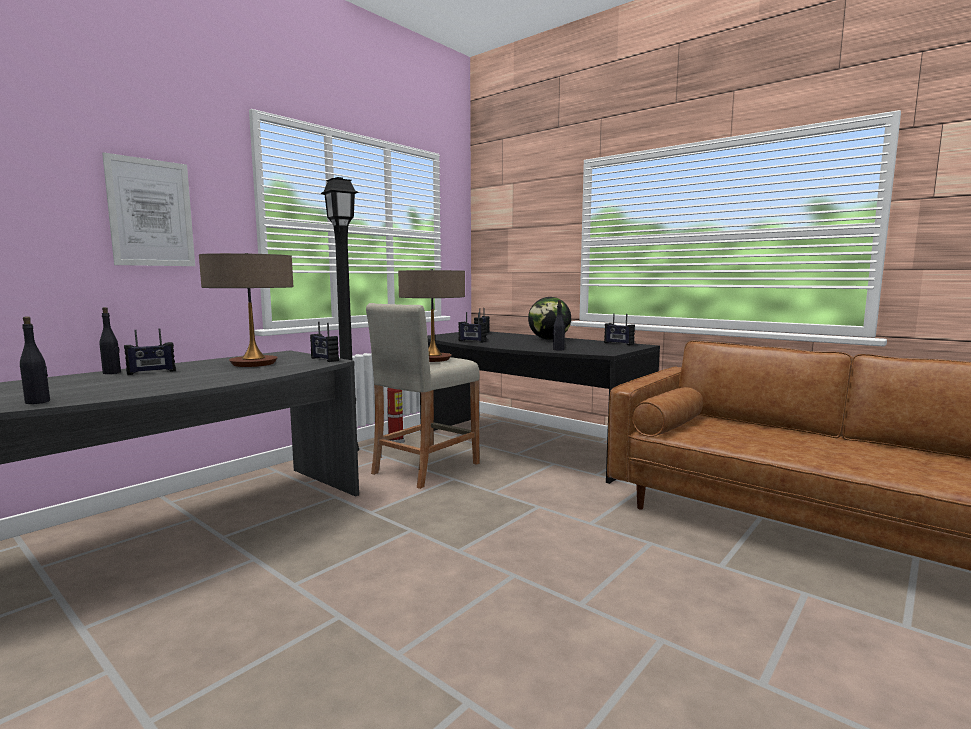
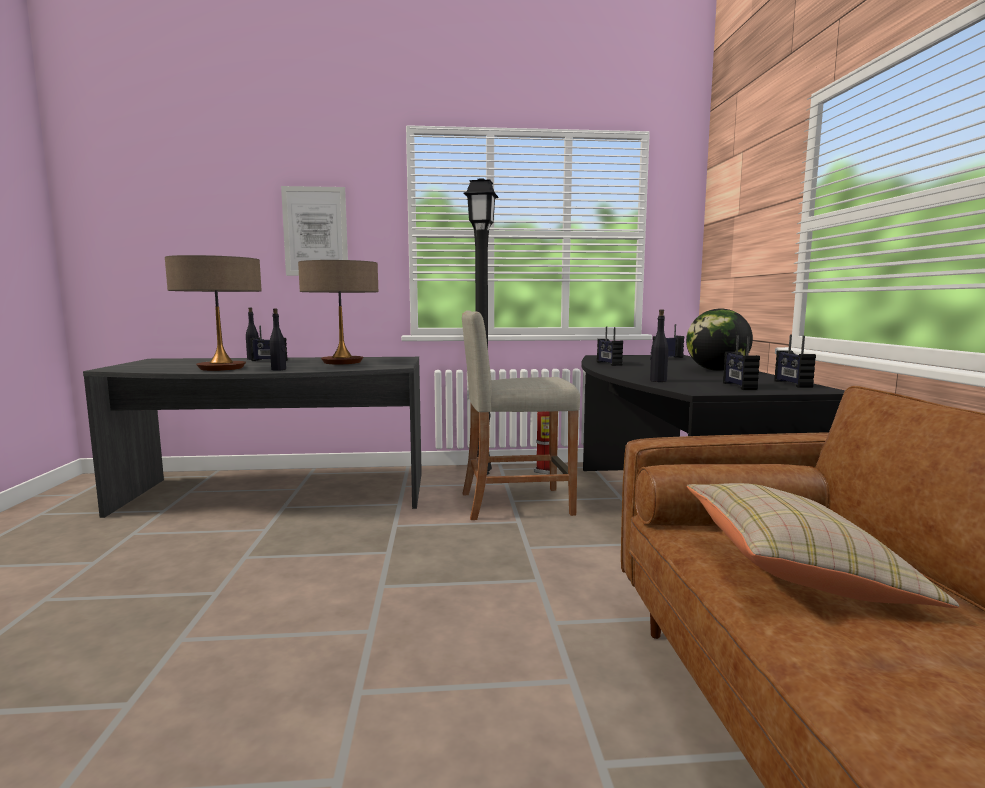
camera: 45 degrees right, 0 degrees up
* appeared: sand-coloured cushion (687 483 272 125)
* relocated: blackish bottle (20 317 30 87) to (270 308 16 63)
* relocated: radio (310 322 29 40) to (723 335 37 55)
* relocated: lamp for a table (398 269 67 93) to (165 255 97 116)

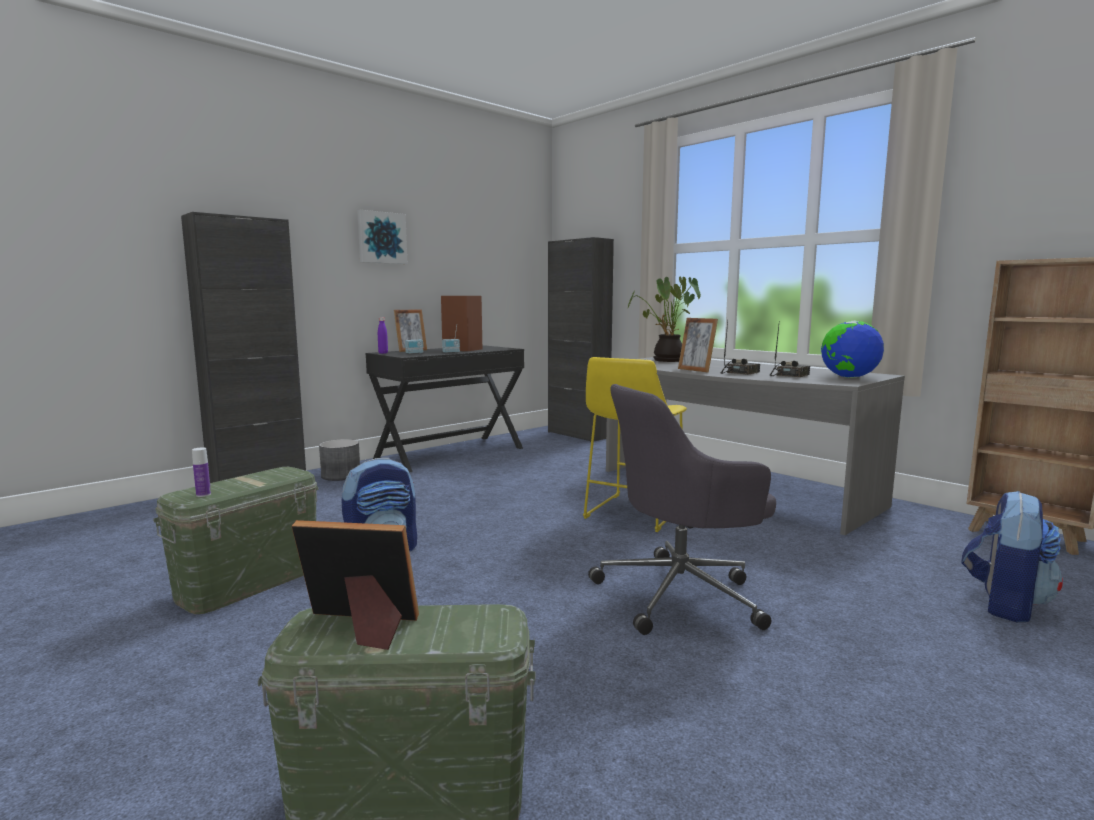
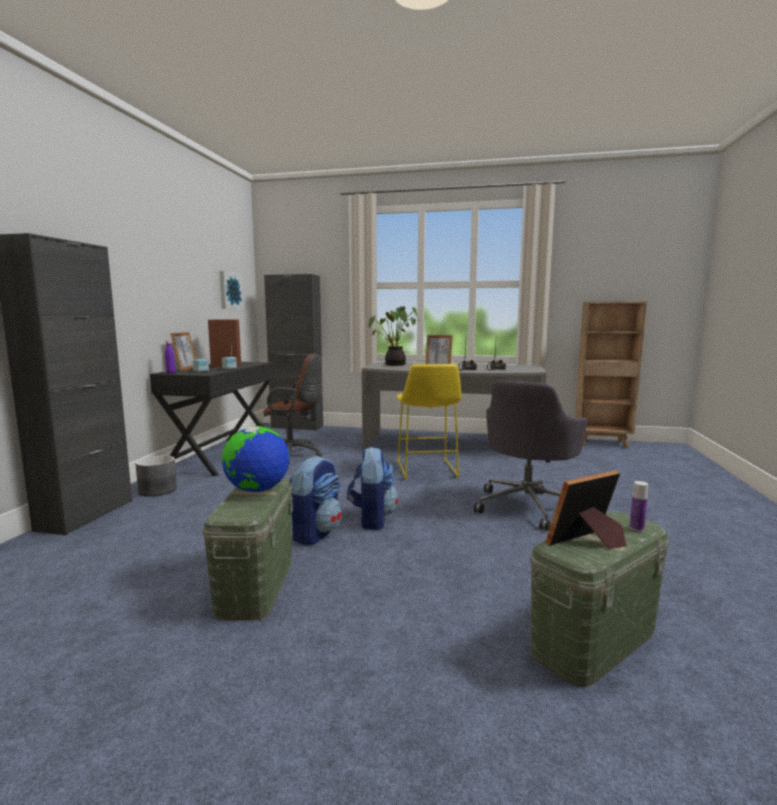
camera: 35 degrees left, 0 degrees up
* appeared: brown-coloured desk chair (263 354 60 110)
* relocated: bottle (192 447 19 50) to (630 481 18 51)
* relocated: picture (357 210 50 54) to (219 271 25 38)
* relocated: globe (821 321 63 57) to (222 426 68 67)
* relocated: backpack (961 490 102 132) to (347 447 51 83)

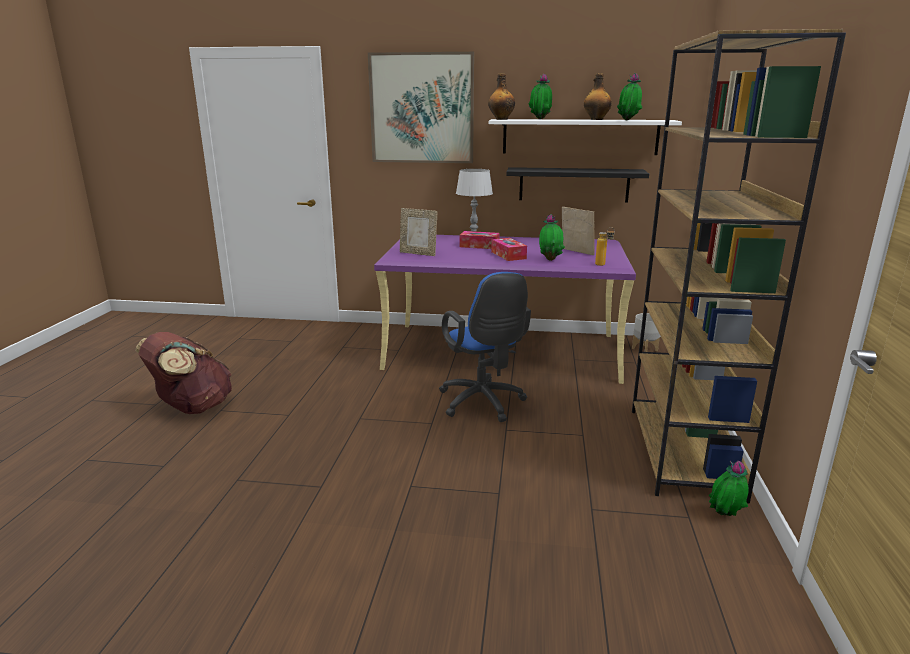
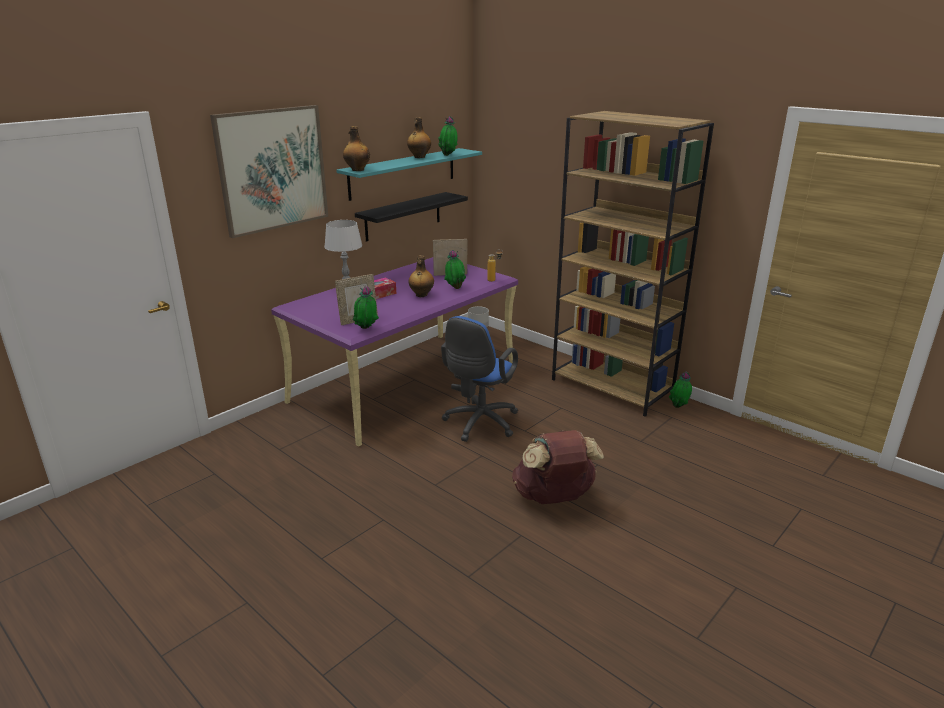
camera: 55 degrees left, 5 degrees up
* relocated: brown-coloured backpack (136 332 96 82) to (512 430 92 74)
* relocated: houseplant (529 74 23 45) to (353 286 26 43)
* exchanged: tissue box (491 238 36 23) to bottle (408 255 26 42)
* colour: white shelf (489 119 193 36) to blue-green shelf (336 148 146 53)
* spun: bluish desk chair (439 272 92 150) = (441 316 77 126) 105 degrees clockwise

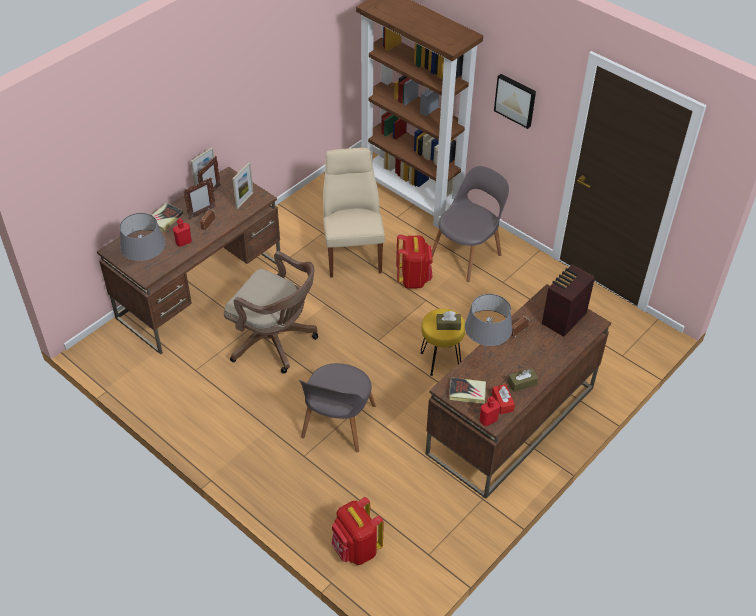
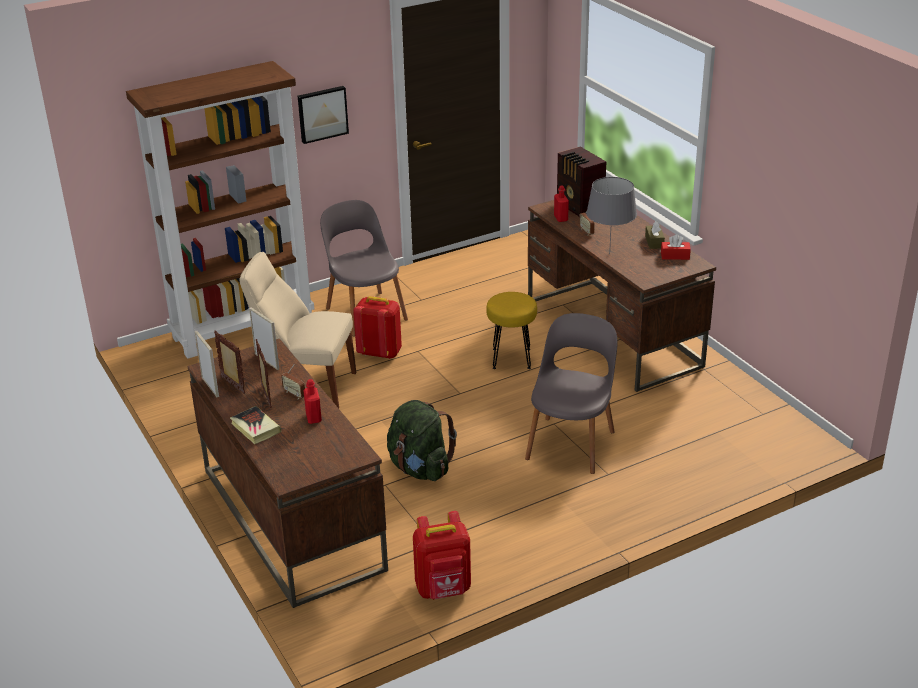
camera: 70 degrees left, 15 degrees down
* missing: grey lamp for a table (120 213 45 60)
* missing: brown-coloured tissue box (436 311 25 19)
* missing: bound book (449 377 37 27)
* relocated: red backpack (332 497 52 68) to (413 511 58 89)
* relocated: red bottle (480 396 20 30) to (554 185 15 37)
* exchanged: brown-coloured desk chair (224 251 94 123) to green backpack (387 400 70 81)
* spun: grey upright chair (299 363 77 89) = (525 313 93 161) 105 degrees counterclockwise

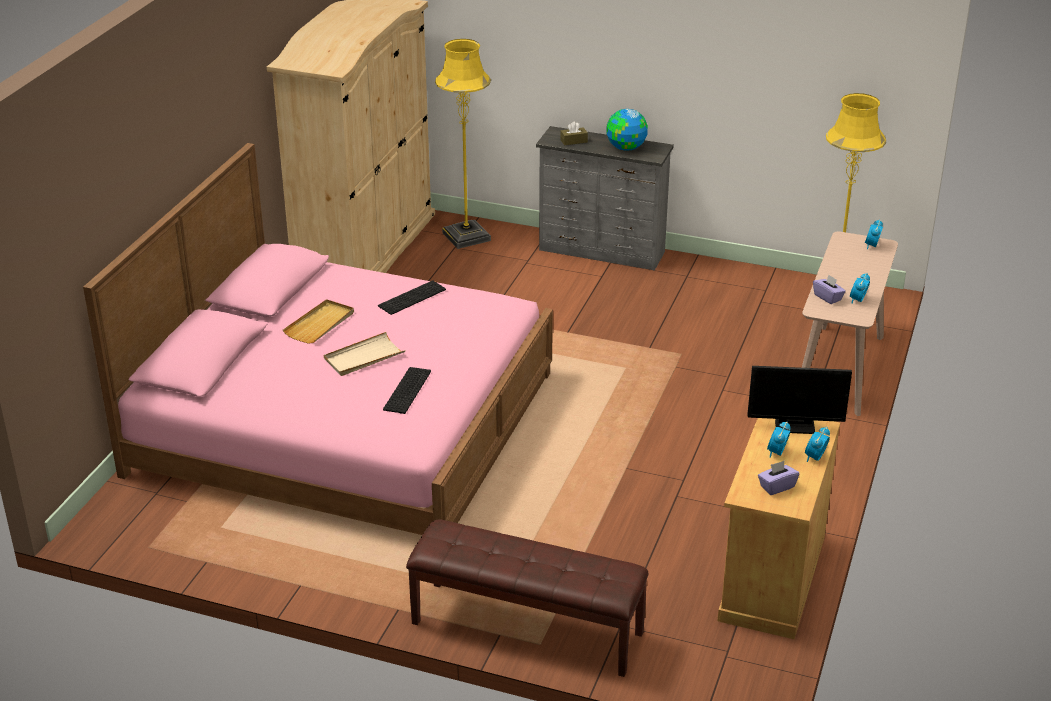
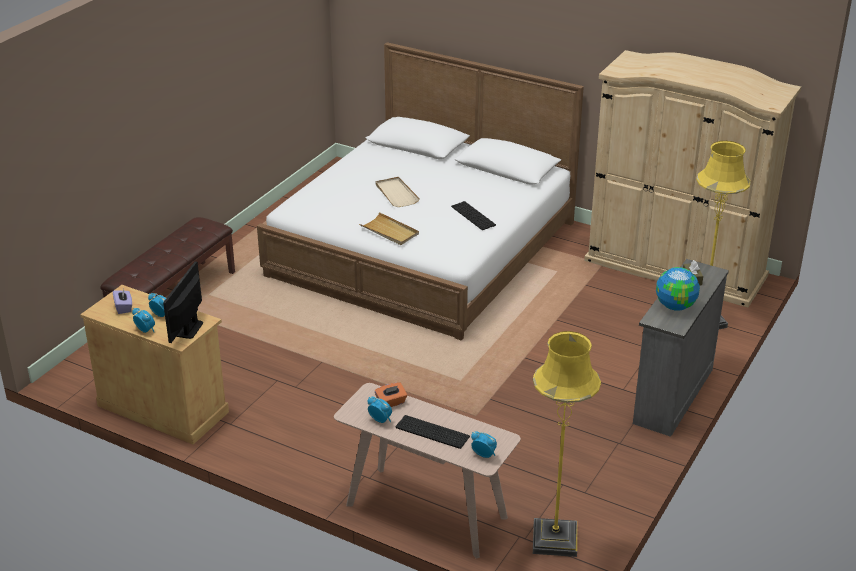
camera: 100 degrees right, 0 degrees up
* relocated: sand-coloured carrying tray (283 299 71 45) to (359 212 60 33)
* relocated: PC keyboard (383 367 48 47) to (396 415 74 34)
* colour: pink bed (83 143 470 392) to white bed (257 42 327 299)
* colour: purple-coloured tissue box (813 275 33 29) to orangey tissue box (375 383 32 24)

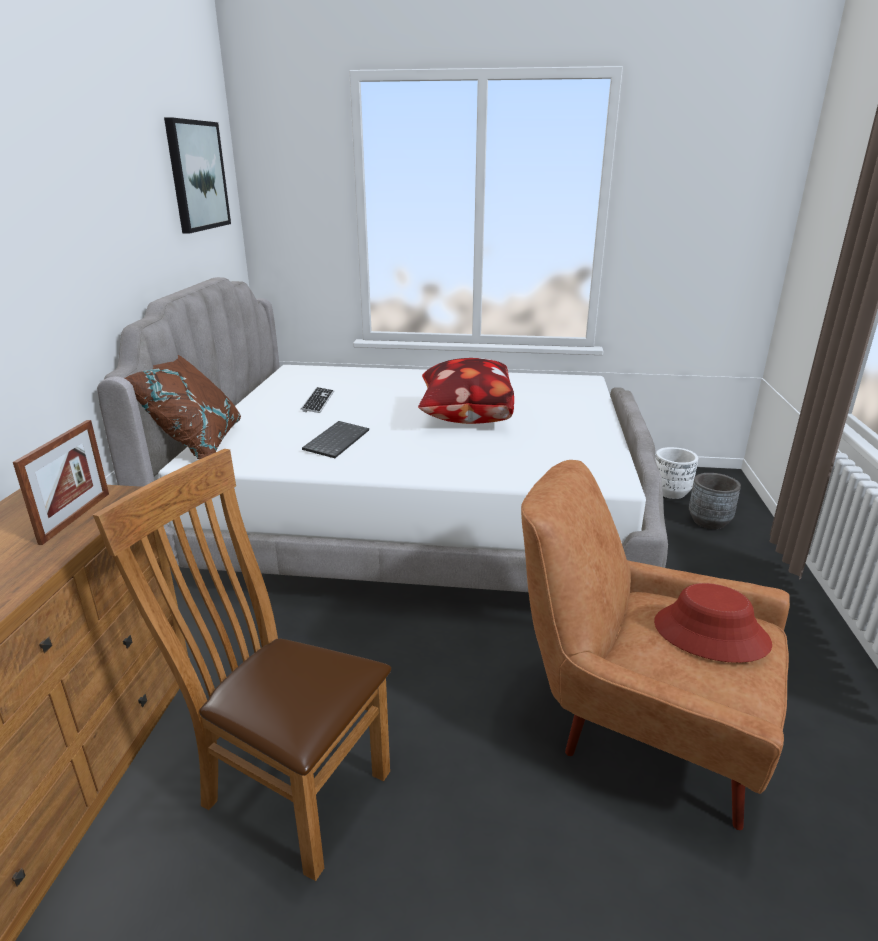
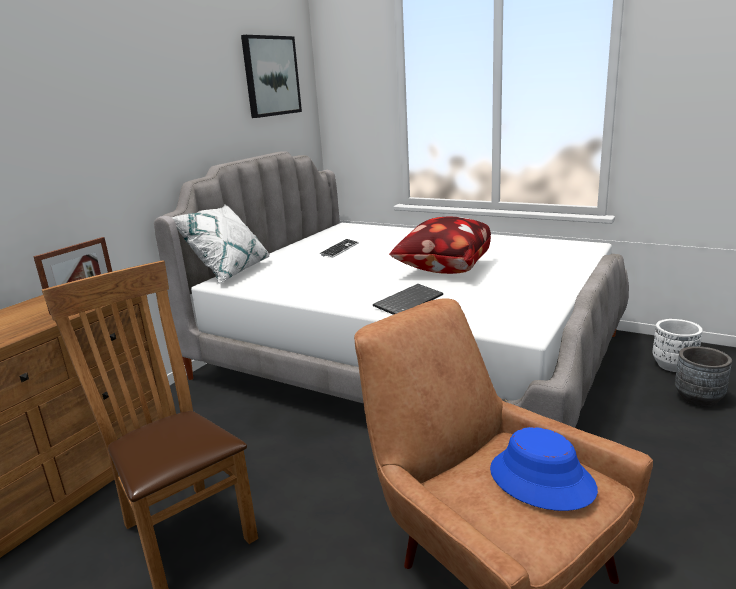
camera: 25 degrees right, 5 degrees down
* relocated: PC keyboard (302 421 67 37) to (373 284 70 31)
* colour: brown-coloured cushion (124 355 117 104) to white cushion (171 204 98 80)
* colour: red hat (654 583 118 80) to bluish hat (490 427 108 84)

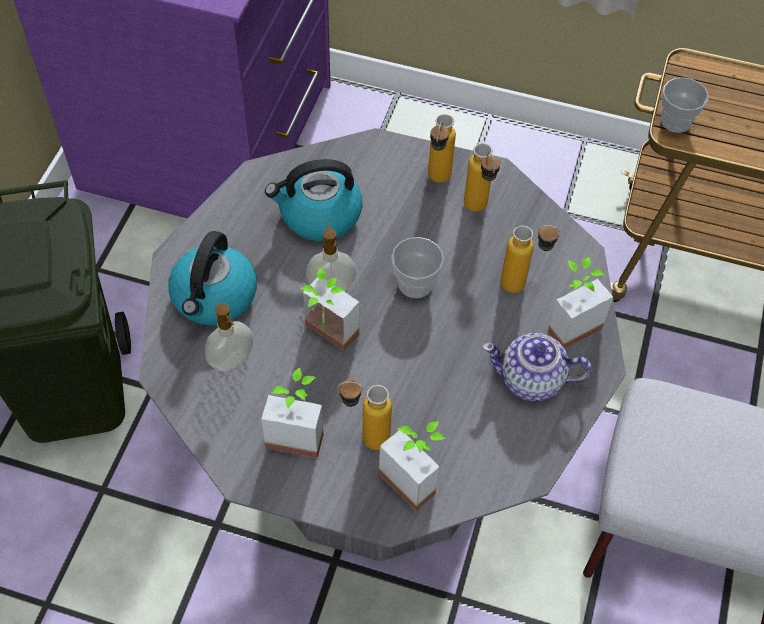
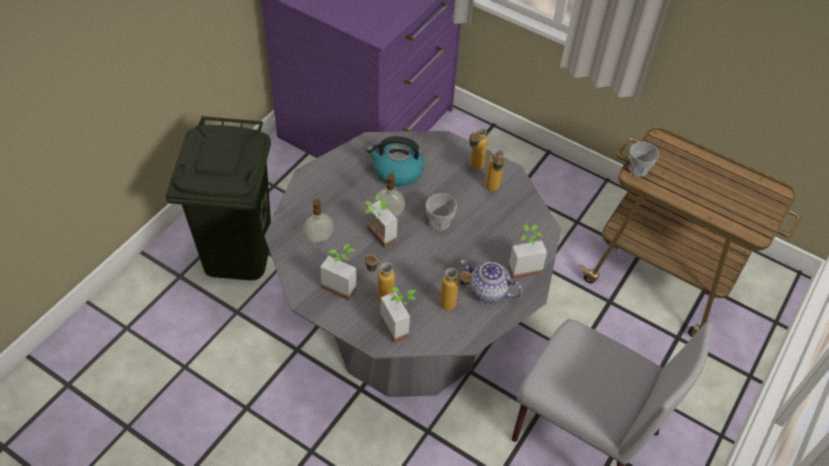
camera: 15 degrees right, 5 degrees down
* missing: kettle (168 231 89 94)
* relocated: bottle (501 225 60 68) to (440 268 33 43)

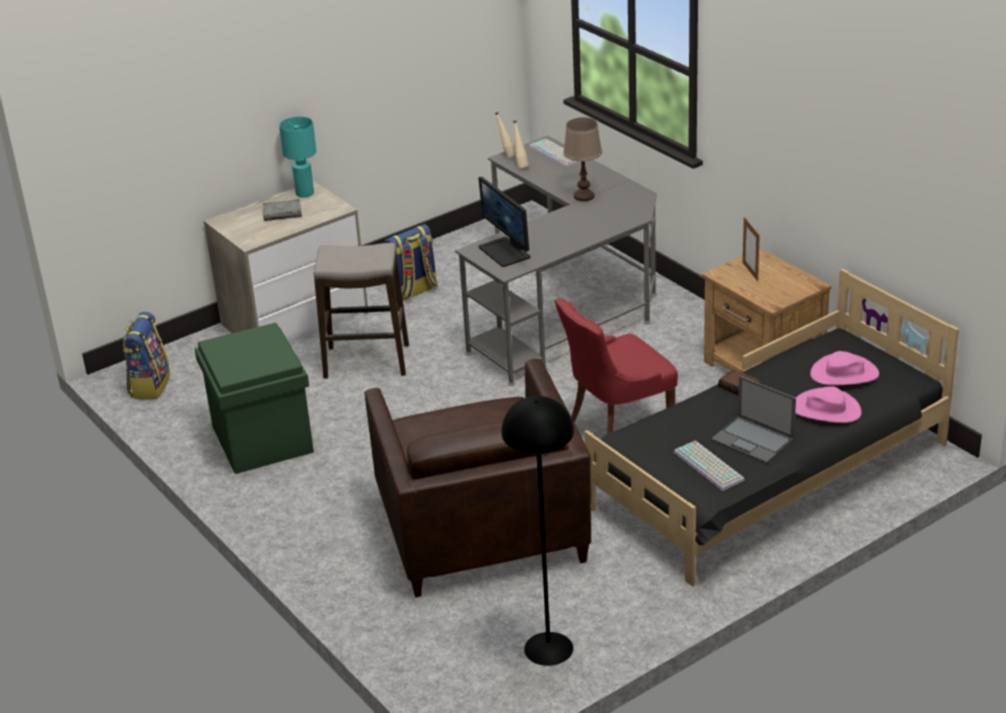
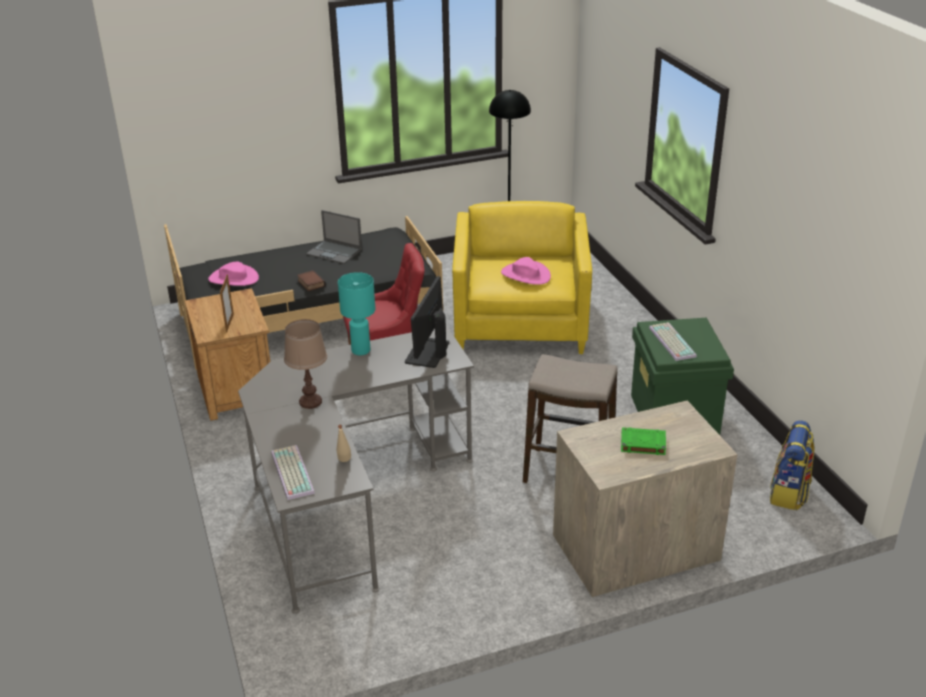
camera: 165 degrees left, 0 degrees up
* missing: backpack (384 224 54 77)
* missing: sand-coloured bottle (495 112 21 46)
* relocated: blue-green lamp for a table (279 116 37 82) to (338 272 37 83)
* relocated: PC keyboard (674 440 71 51) to (649 323 48 38)
* relocated: pink hat (795 386 67 37) to (501 257 50 28)
* colour: grey bound book (263 199 39 22) to green bound book (621 427 45 28)
* colour: brown-coloured easy chair (364 359 227 239) to yellow easy chair (452 201 140 153)
* spun: computer screen (478 176 53 91) = (405 276 44 92) 150 degrees counterclockwise
* spun: laptop (711 376 85 88) = (306 210 56 54) 150 degrees clockwise

